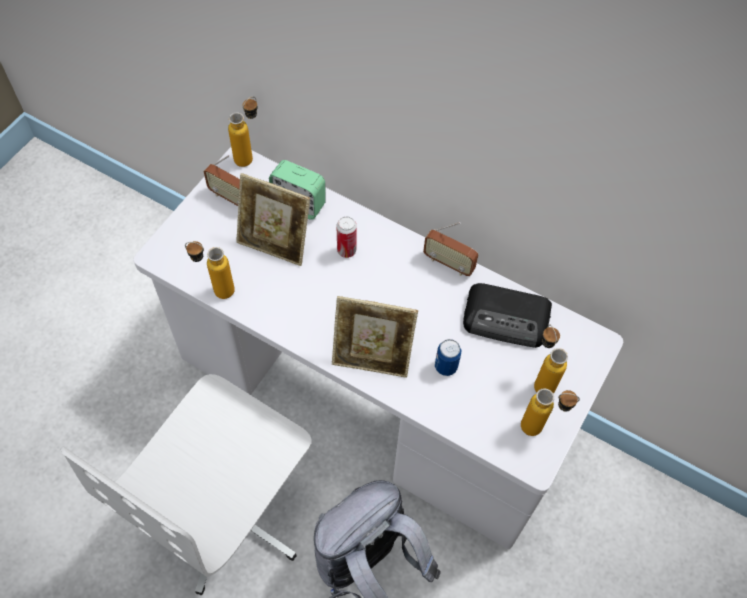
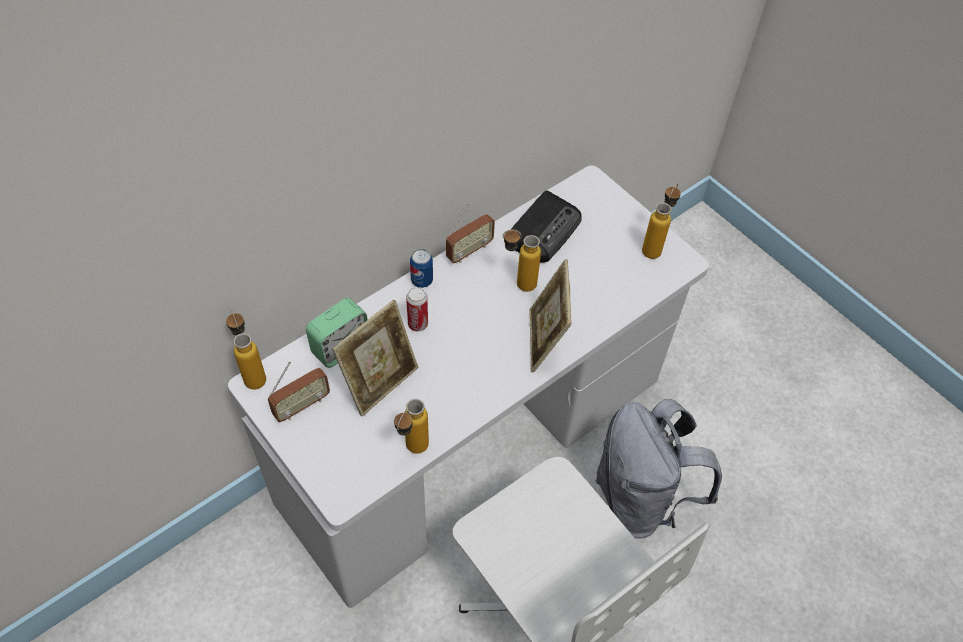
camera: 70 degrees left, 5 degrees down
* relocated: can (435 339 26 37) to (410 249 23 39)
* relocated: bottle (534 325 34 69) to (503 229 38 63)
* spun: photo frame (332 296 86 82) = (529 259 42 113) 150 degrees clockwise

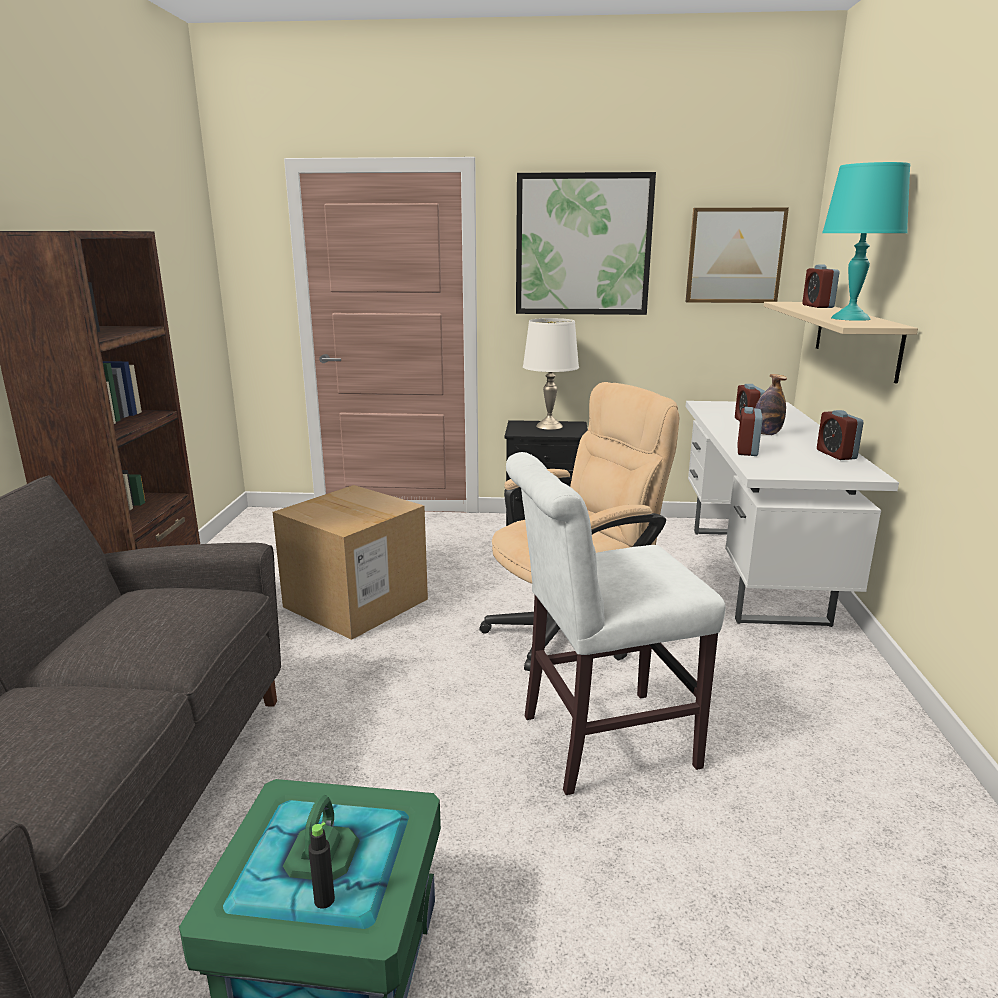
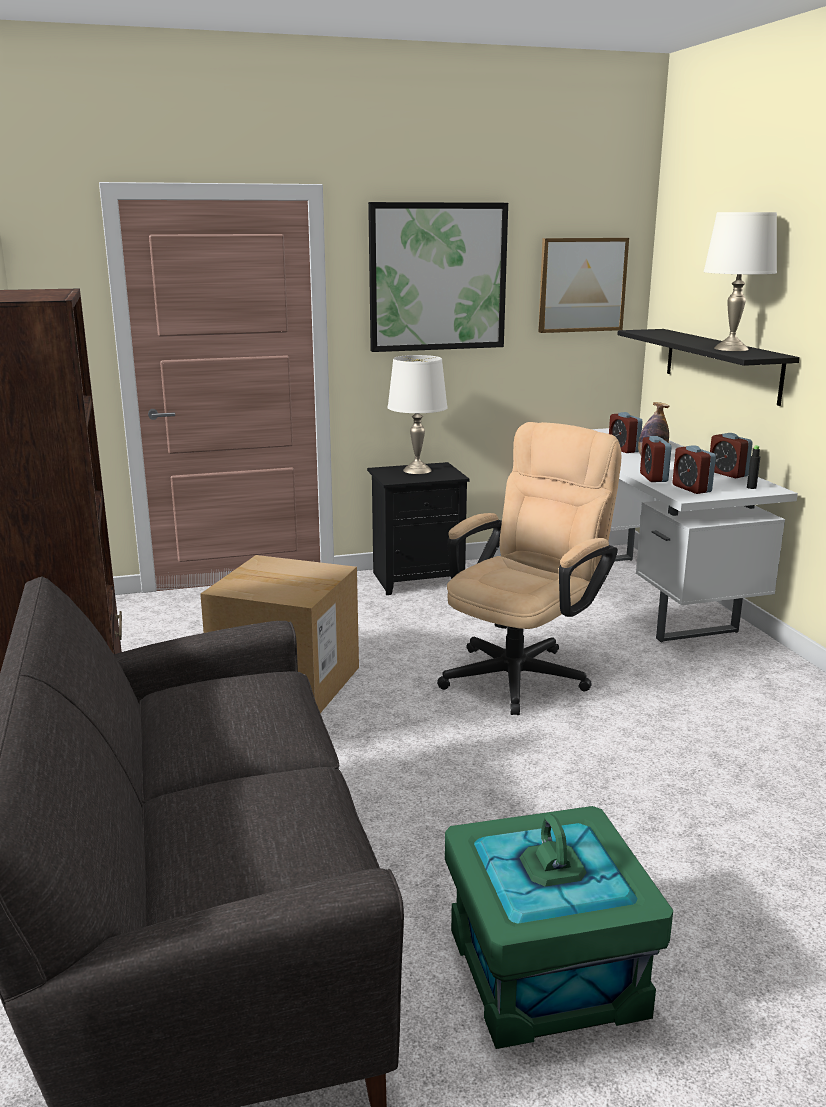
camera: 20 degrees left, 0 degrees up
* missing: white upright chair (506 452 220 343)
* relocated: blackish bottle (308 822 27 87) to (747 445 13 44)
* relocated: alarm clock (802 265 37 43) to (672 445 44 49)
* colour: sand-coloured shelf (764 302 154 82) to blackish shelf (617 329 183 77)
* colour: blue-green lamp for a table (822 162 88 159) to white lamp for a table (703 212 74 139)

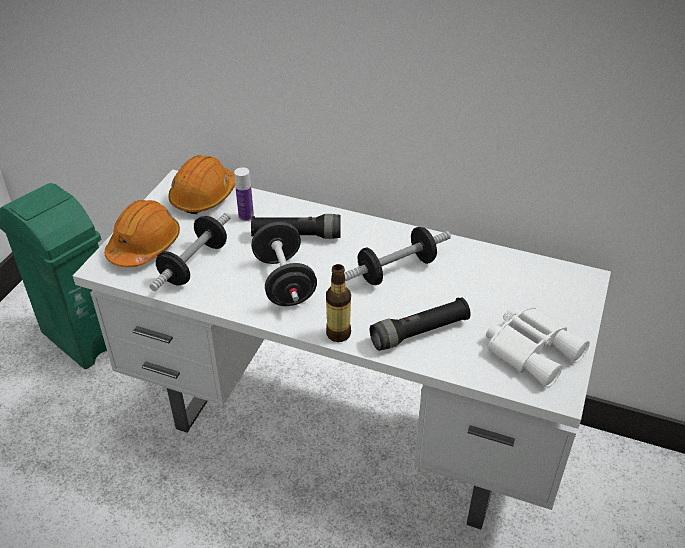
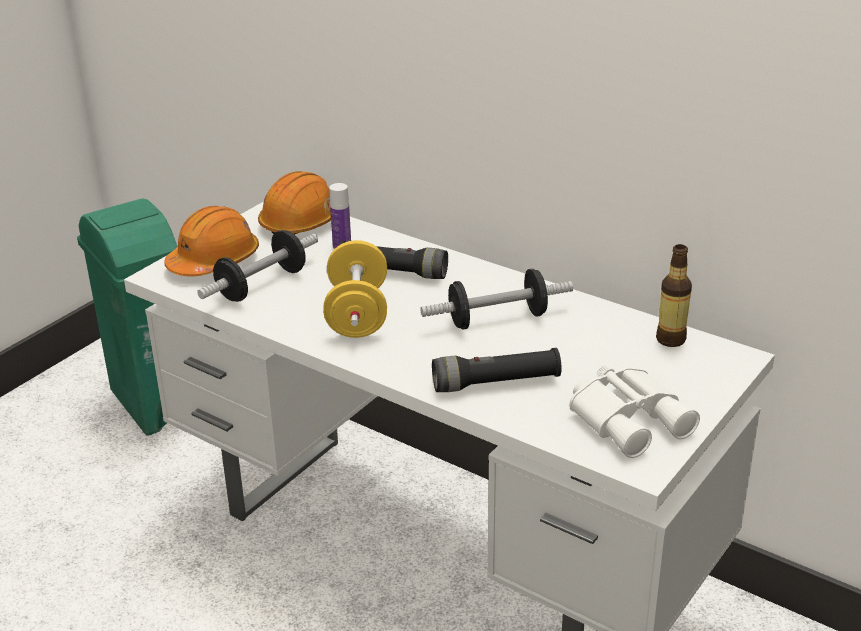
camera: 15 degrees right, 10 degrees down
* relocated: bottle (326 264 25 78) to (656 244 36 103)
* colour: blackish hand weight (251 222 66 84) to yellow hand weight (323 240 64 98)

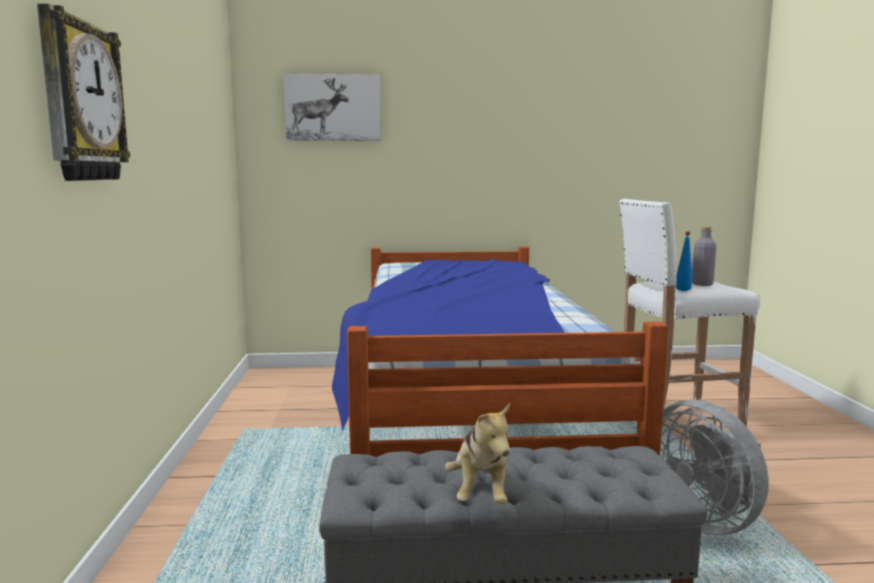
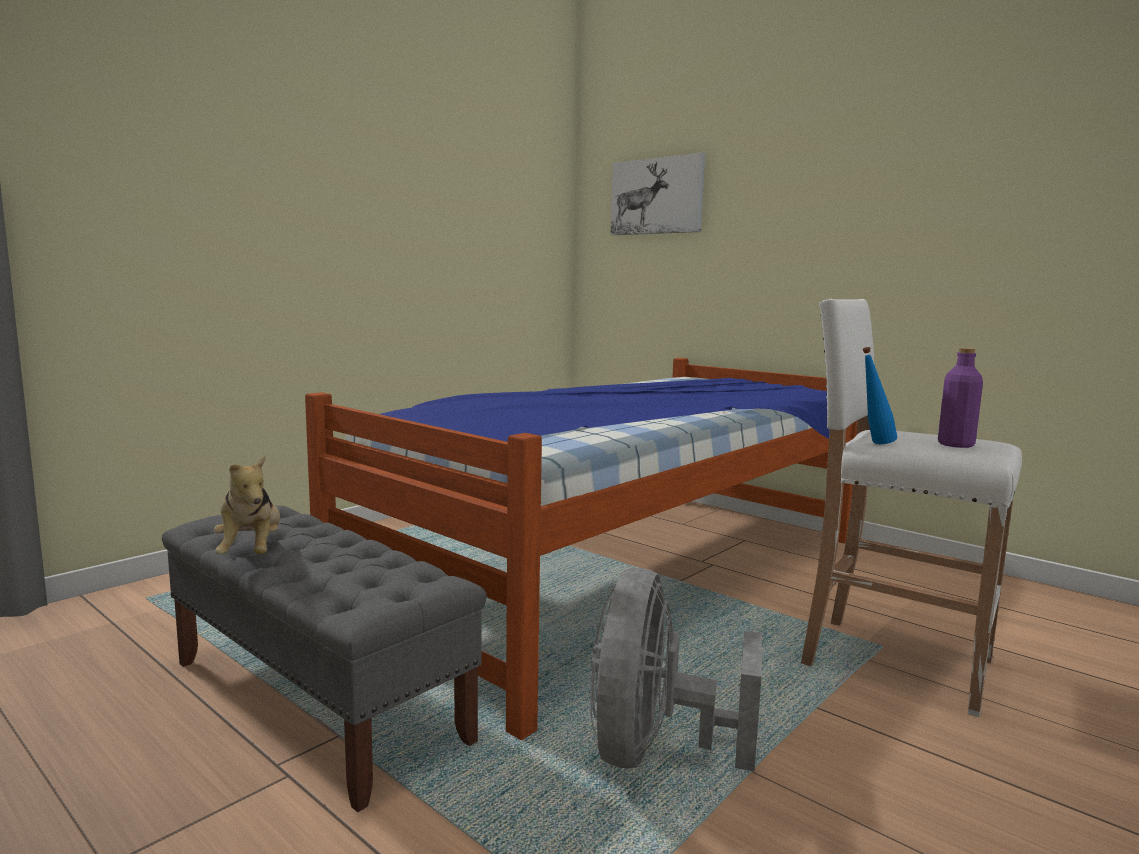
camera: 45 degrees right, 0 degrees up
* missing: hanging clock (37 3 93 178)
* colour: grey bottle (692 227 25 59) to purple-coloured bottle (938 348 45 100)
* spun: plush toy (445 403 65 101) = (214 456 66 98) 60 degrees counterclockwise

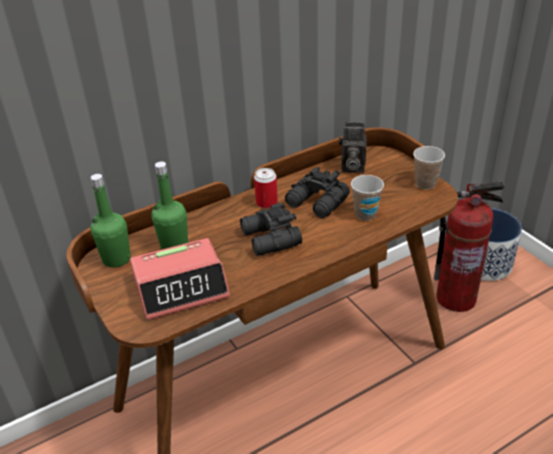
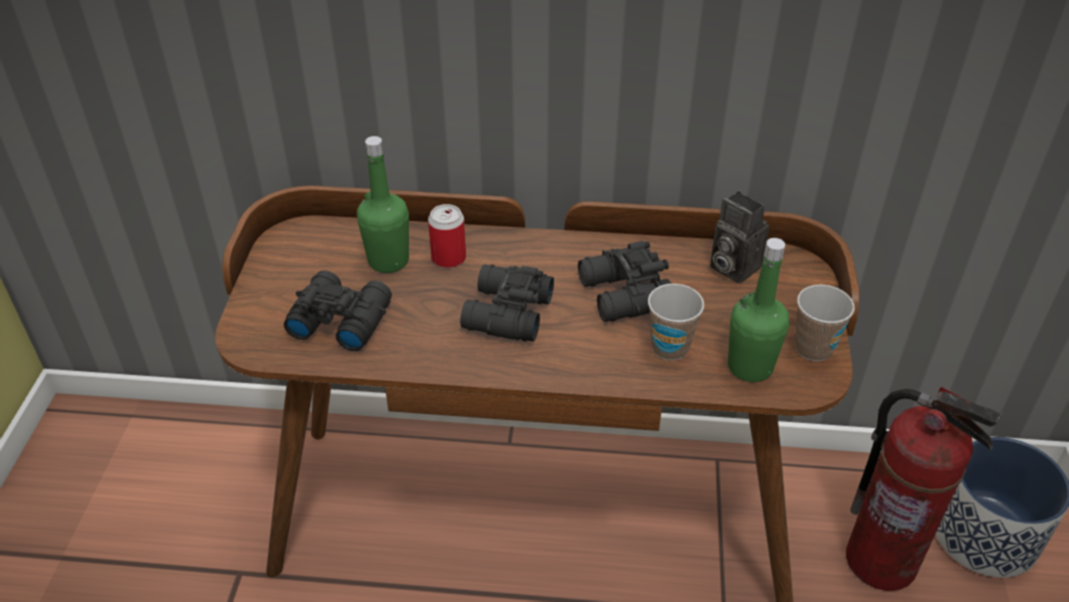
camera: 35 degrees right, 5 degrees up
* relocated: green bottle (90 174 41 94) to (728 238 61 144)
* relocated: can (254 168 24 40) to (428 204 38 64)
* exchanged: alarm clock (130 238 100 82) to blackish field glasses (284 271 108 80)

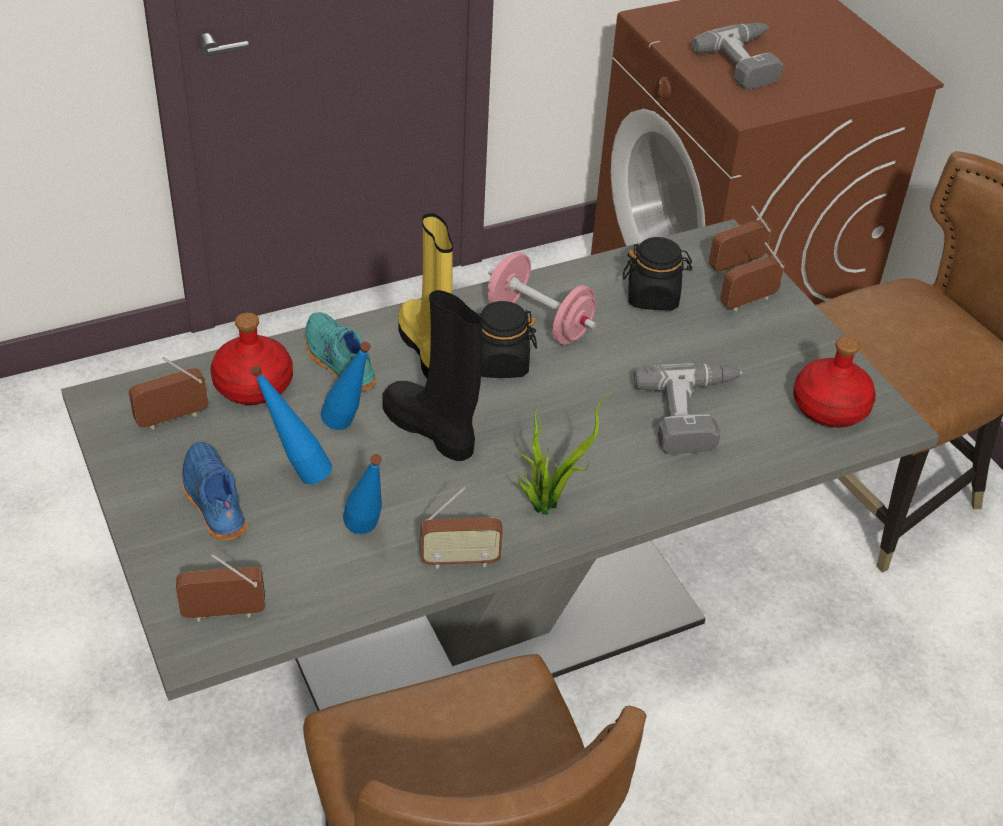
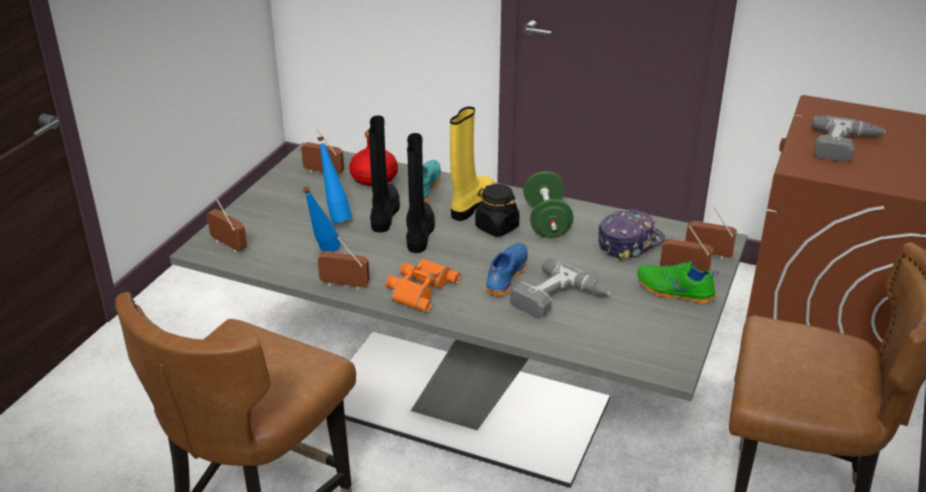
camera: 50 degrees right, 10 degrees down
* missing: red bottle (793 337 83 91)
* appeared: green item of footwear (637 261 81 43)
* relocated: bluish item of footwear (182 442 65 98) to (486 243 42 53)
* exchanged: bluish bottle (321 342 50 88) to blackish high-top boot (368 116 32 117)
* exchanged: houseplant (517 391 96 124) to orangey field glasses (386 258 75 54)
* exchanged: blackish preserve jar (623 237 69 73) to peaked cap (598 210 67 51)
* colour: pink hand weight (488 252 109 93) to green hand weight (523 171 51 67)
* spun: radio (420 487 83 82) = (317 237 53 53) 150 degrees clockwise

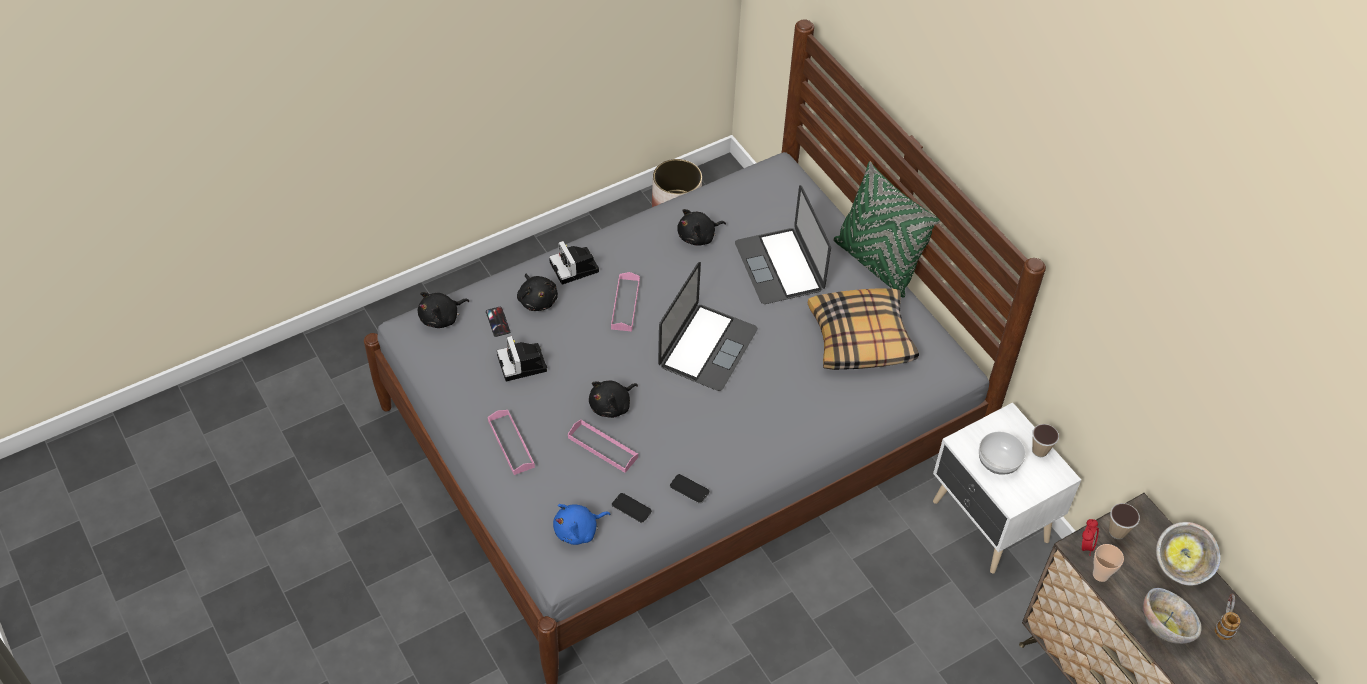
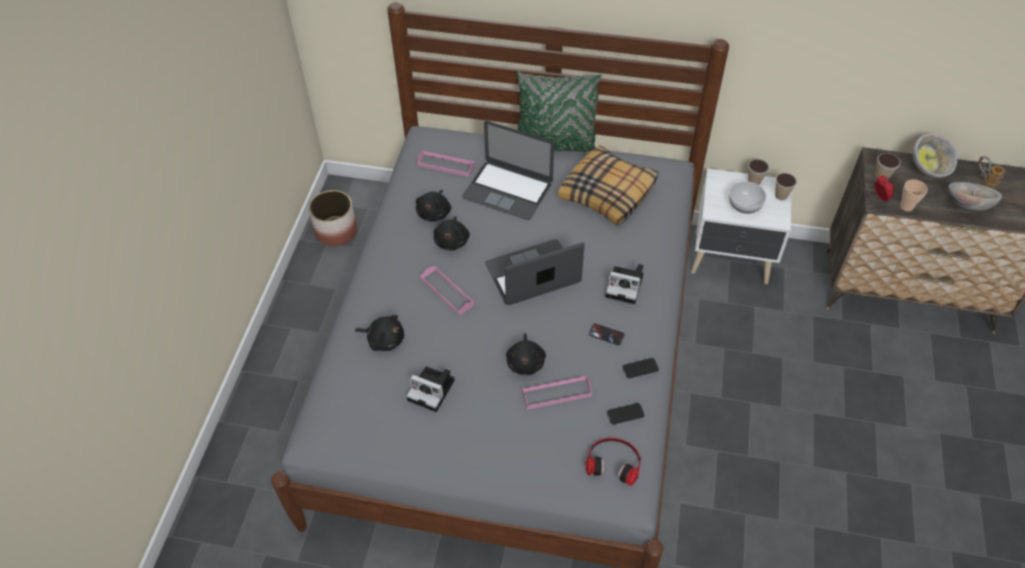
camera: 45 degrees left, 0 degrees up
* appeared: drinking cup (775 173 22 27)
* relocated: blackish plush toy (418 292 51 36) to (434 216 36 34)
* relocated: telephone (486 307 24 30) to (589 323 35 22)
* relocated: pink carrying tray (488 410 47 65) to (417 150 58 27)
* relocated: still camera (549 241 50 44) to (605 264 38 40)
* exchanged: bluish plush toy (553 504 57 41) to headset (585 438 56 48)
* spun: laptop (658 262 100 129) = (485 239 100 66) 90 degrees counterclockwise

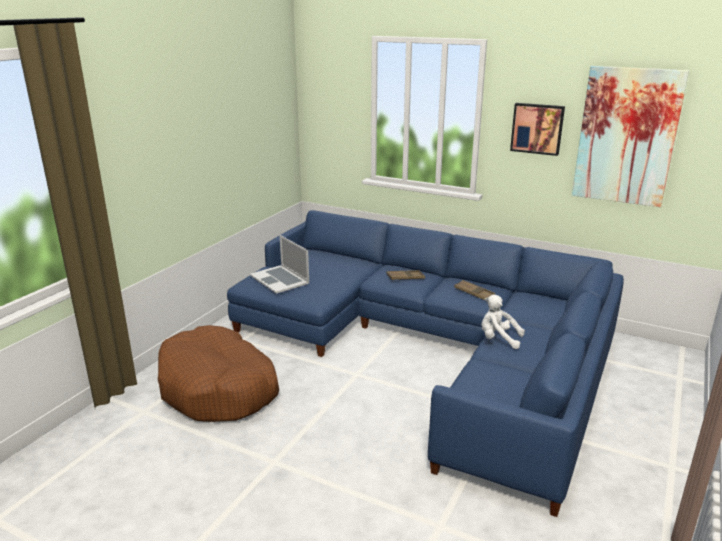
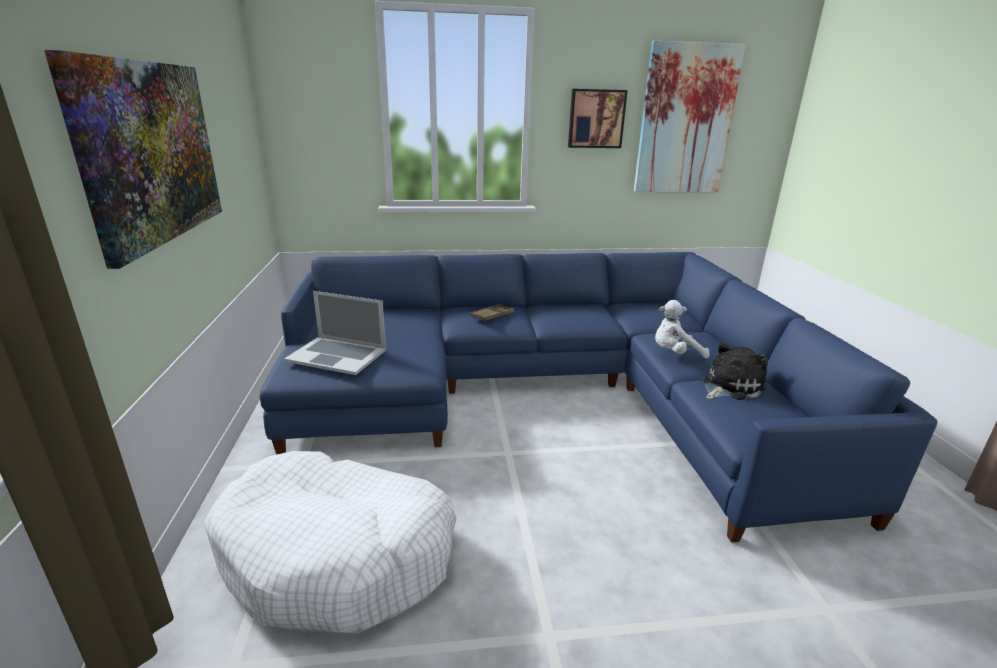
camera: 35 degrees left, 0 degrees up
* missing: brown-coloured carrying tray (454 280 41 20)
* appeared: picture (44 50 178 219)
* appeared: plush toy (702 343 66 57)
* colour: brown-coloured pet bed (158 325 121 97) to white pet bed (205 451 252 183)

